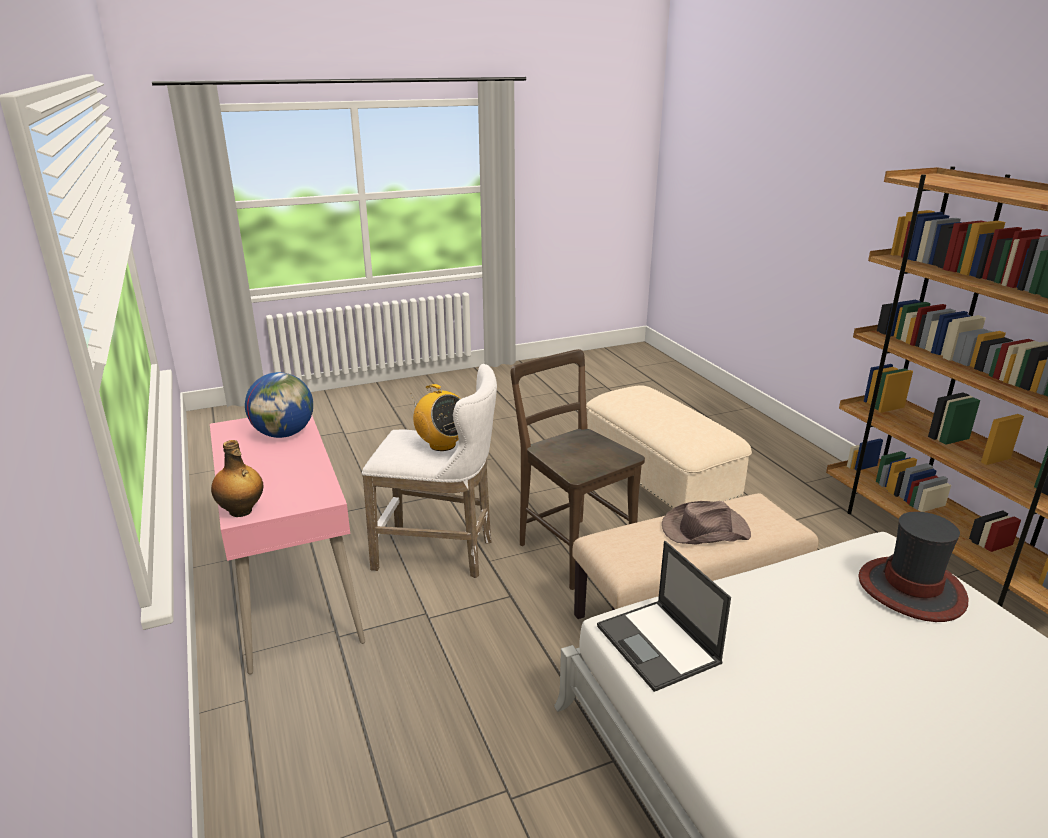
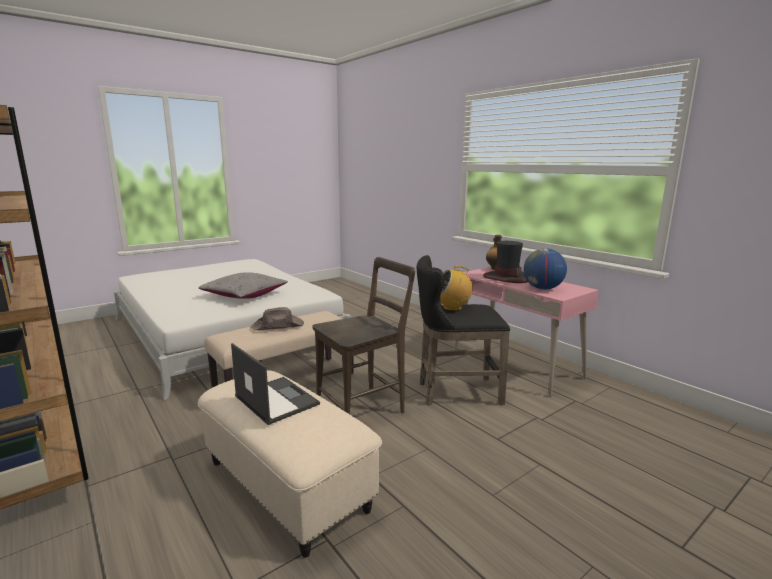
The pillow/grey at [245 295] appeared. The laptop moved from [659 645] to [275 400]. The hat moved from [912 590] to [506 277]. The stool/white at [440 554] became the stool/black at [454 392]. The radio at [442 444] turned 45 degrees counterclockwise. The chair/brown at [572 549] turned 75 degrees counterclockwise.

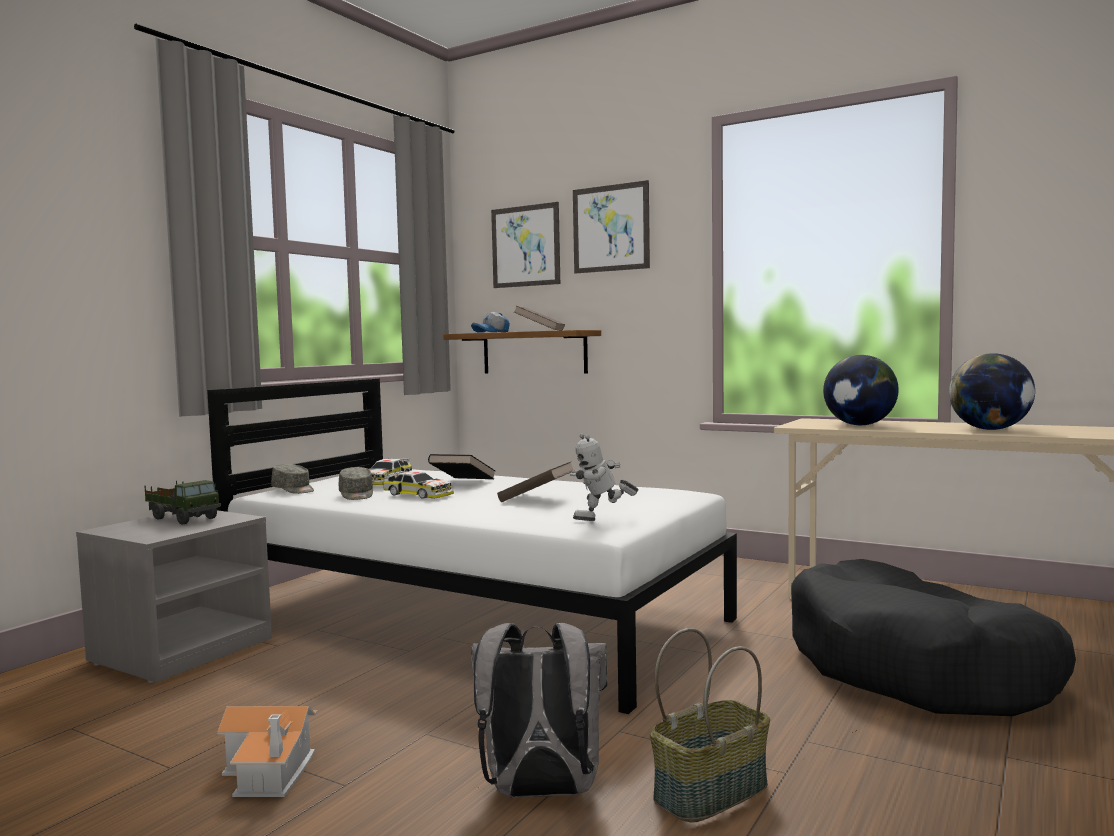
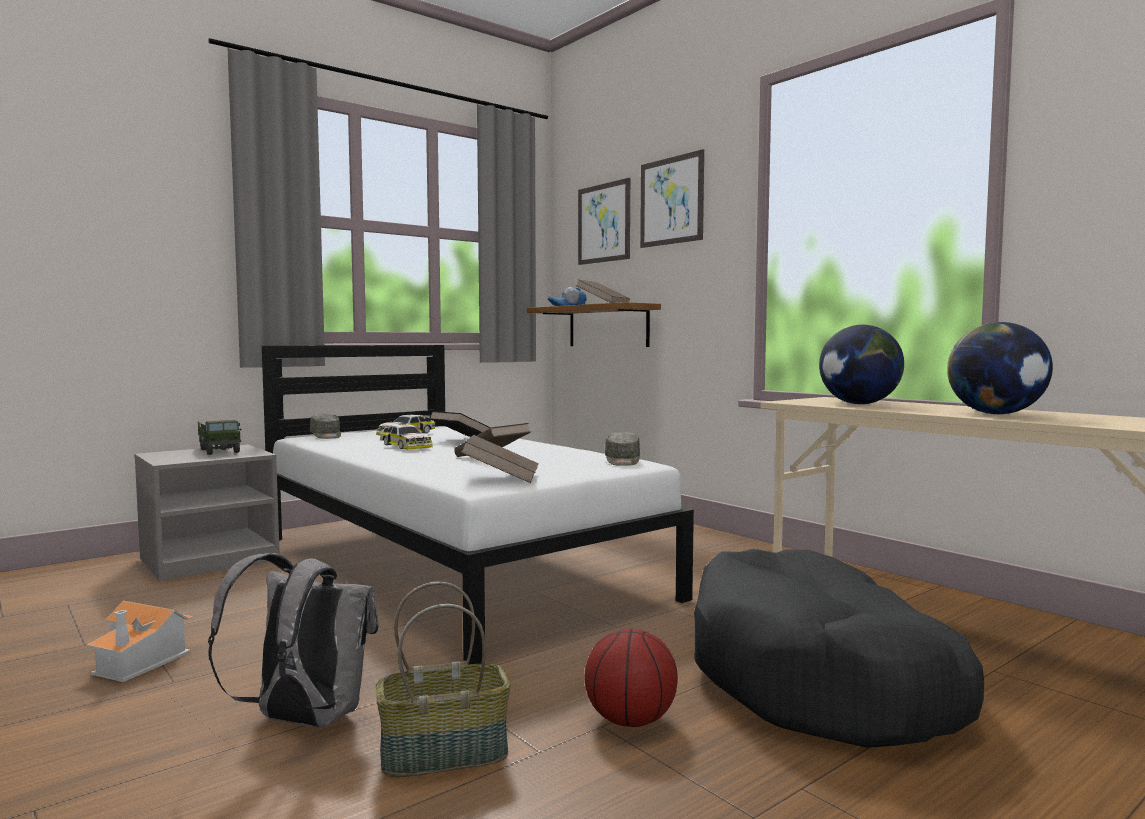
The basketball at [631 721] appeared. The cap/grey moved from [356 495] to [622 461]. The toy robot at [602 520] was replaced by the book/brown at [501 478].

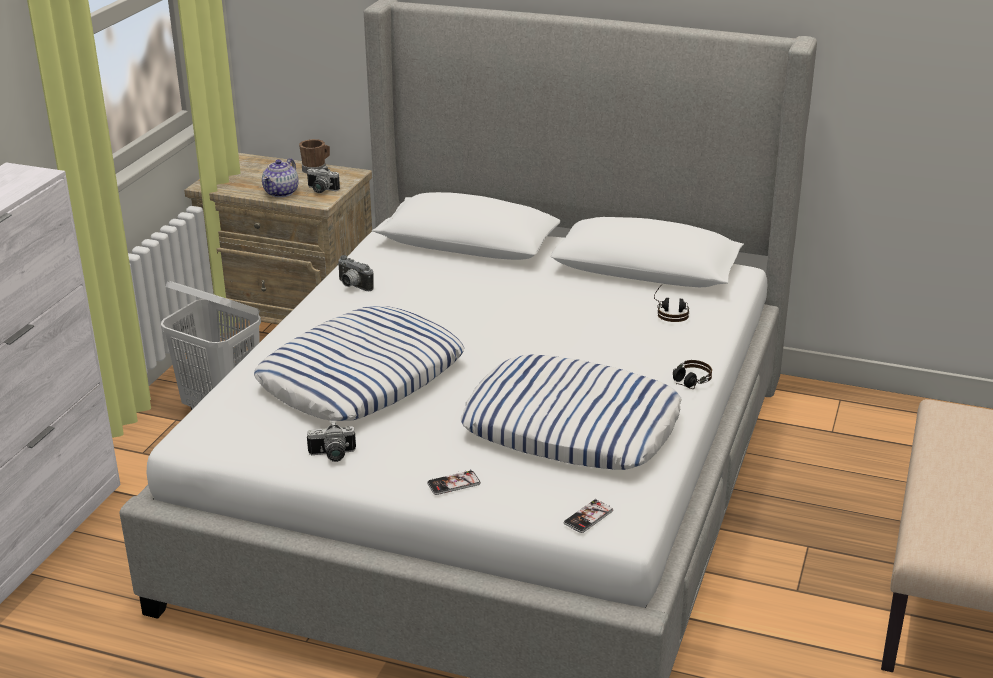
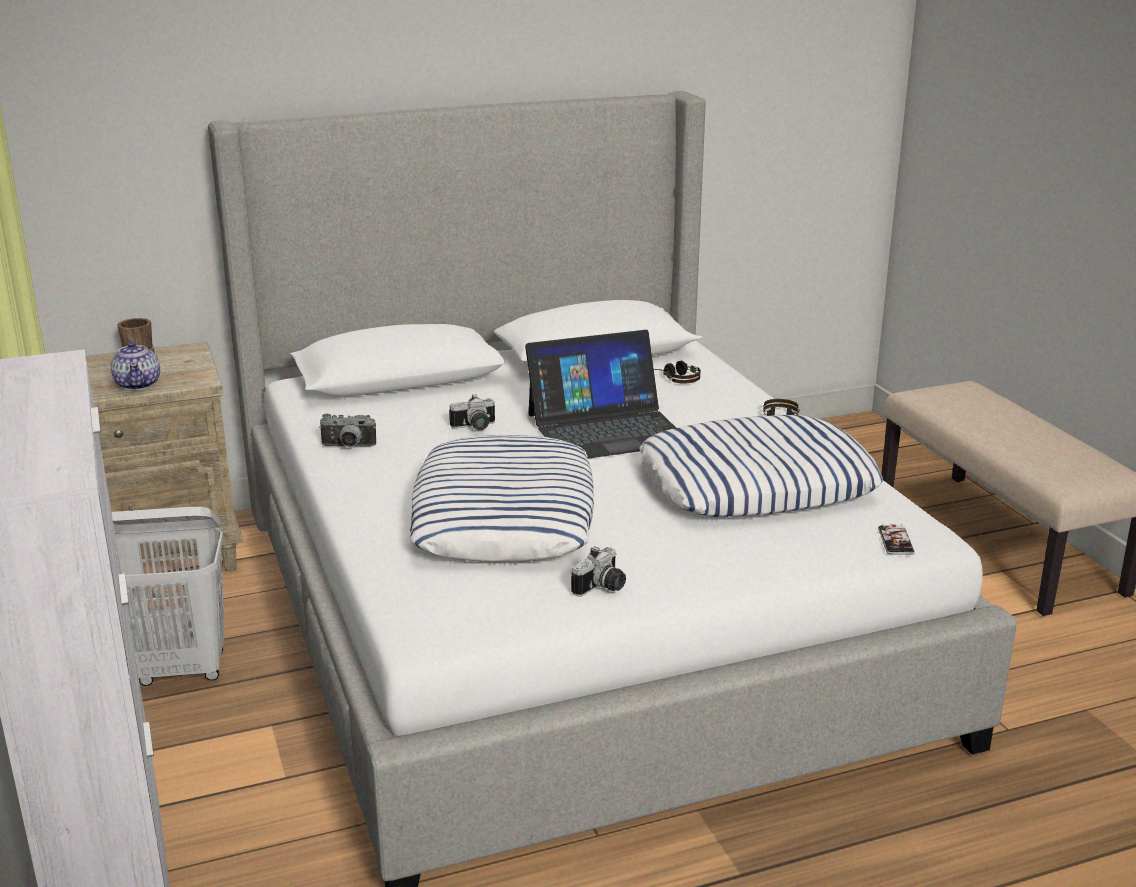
The phone at [453 483] disappeared. The laptop at [606 428] appeared. The photo camera moved from [320 190] to [475 427].

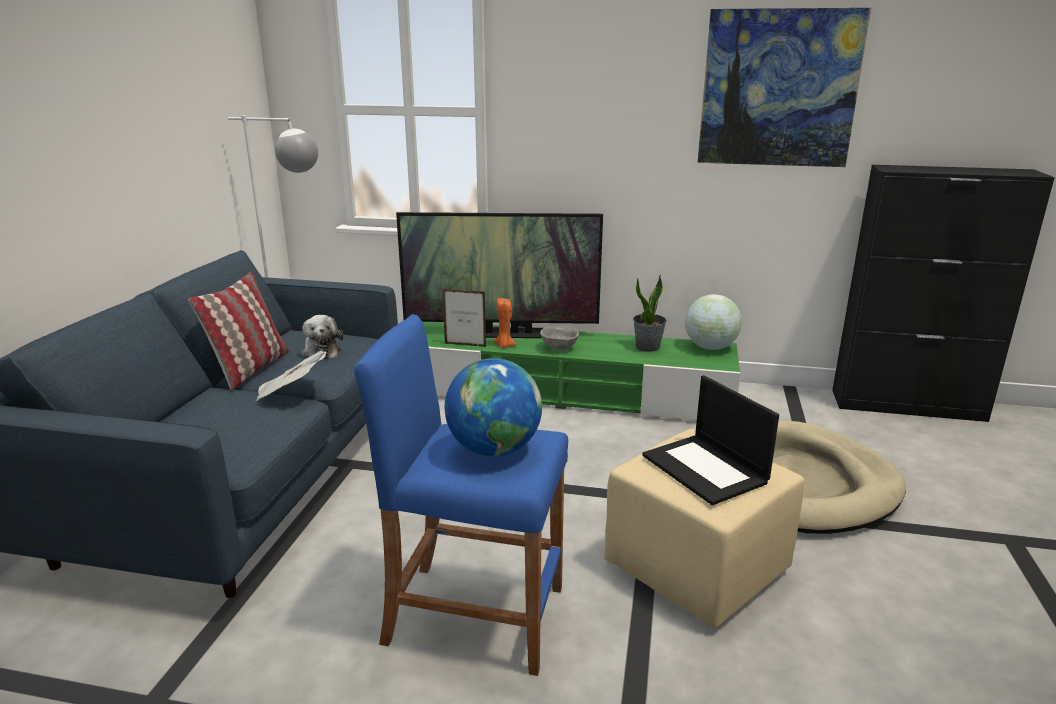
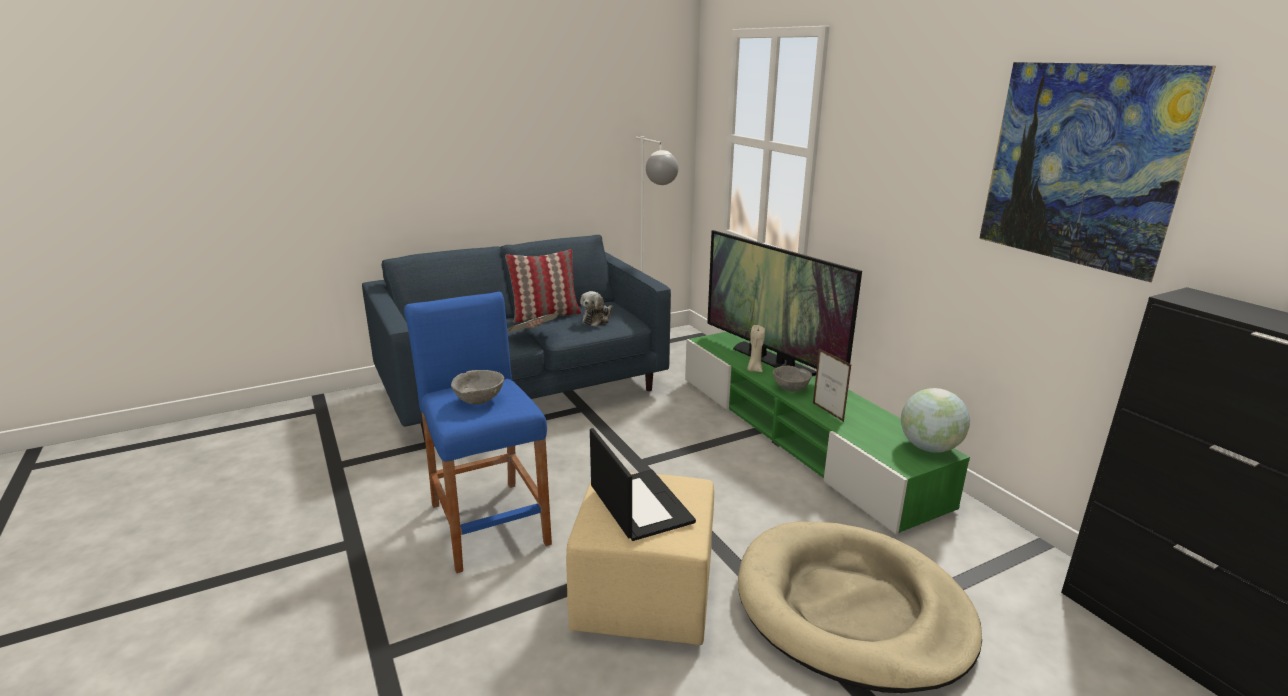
The potted plant at [648 347] disappeared. The picture frame moved from [465 345] to [828 412]. The globe at [494 449] was replaced by the bowl/grey at [480 400]. The candle/orange at [504 346] became the candle/beige at [754 370]. The laptop at [706 469] turned 135 degrees clockwise.

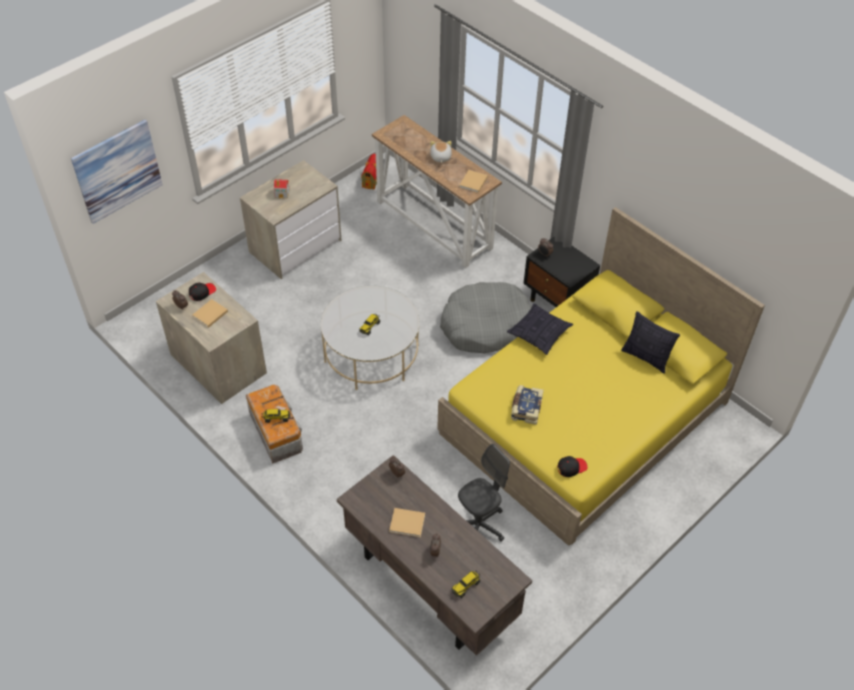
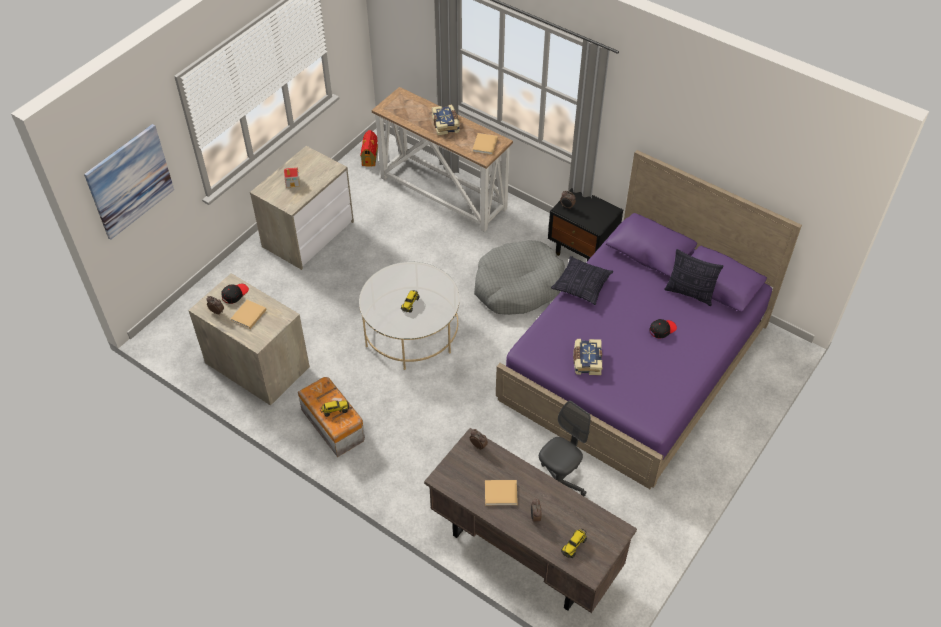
The cap/black moved from [571 467] to [662 329]. The plush toy at [440 157] was replaced by the book at [446 124]. The bed/yellow at [585 417] became the bed/purple at [635 361].

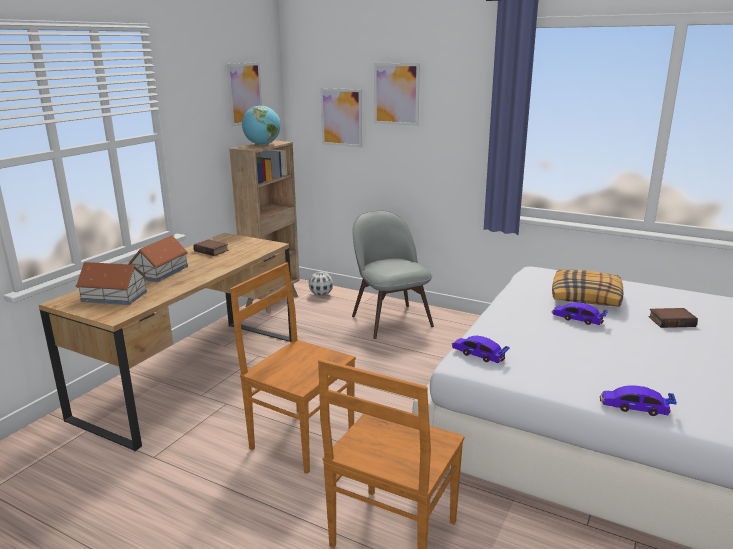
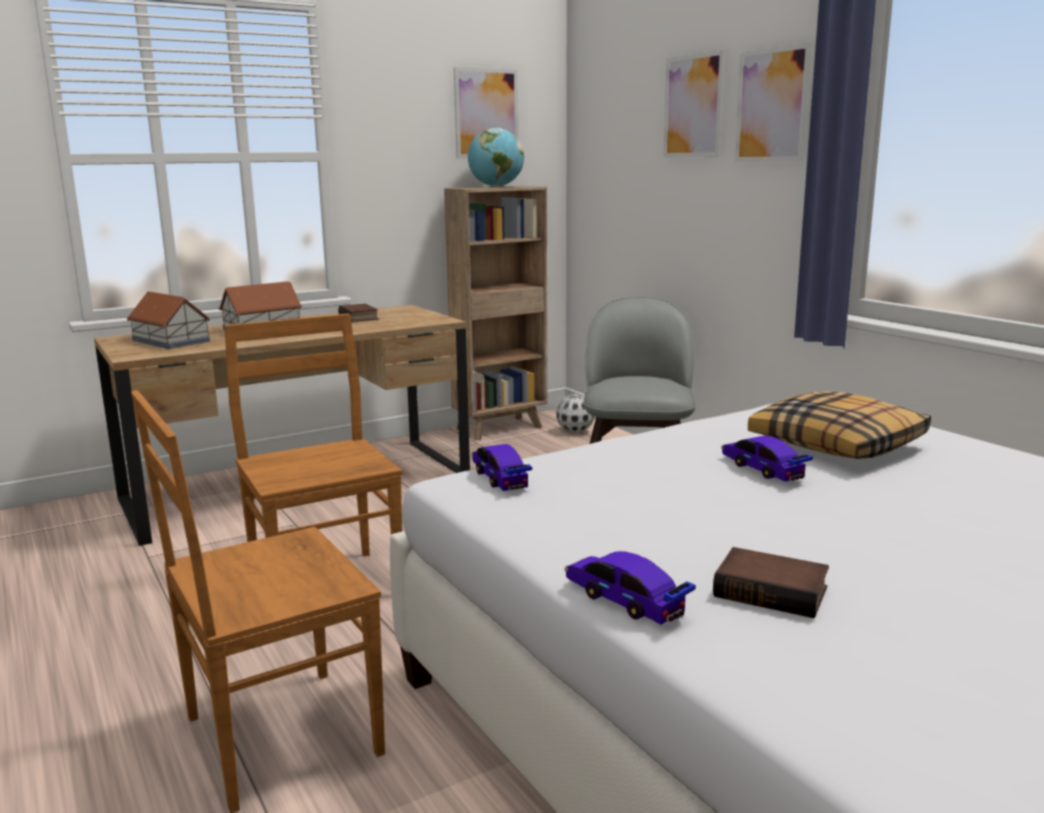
The picture moved from [341 117] to [772 105]. The book moved from [671 321] to [773 591].

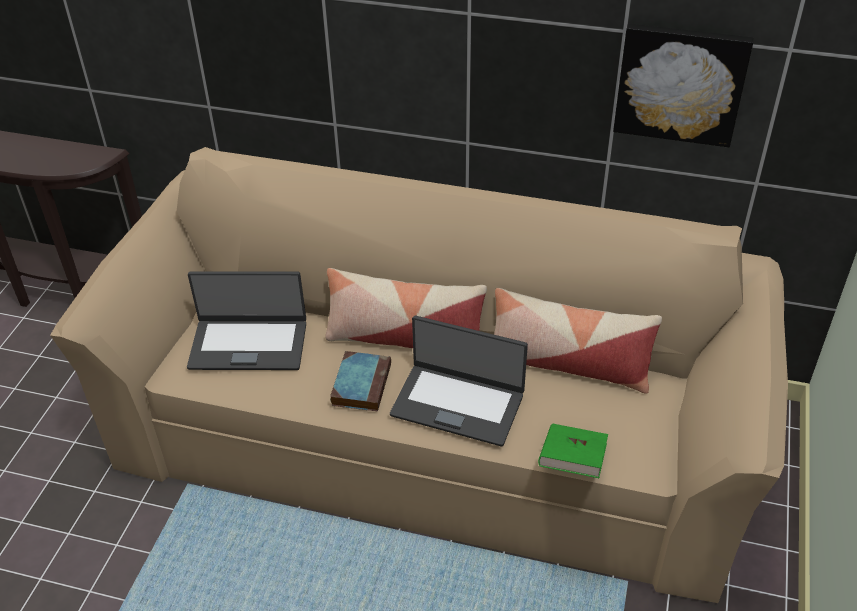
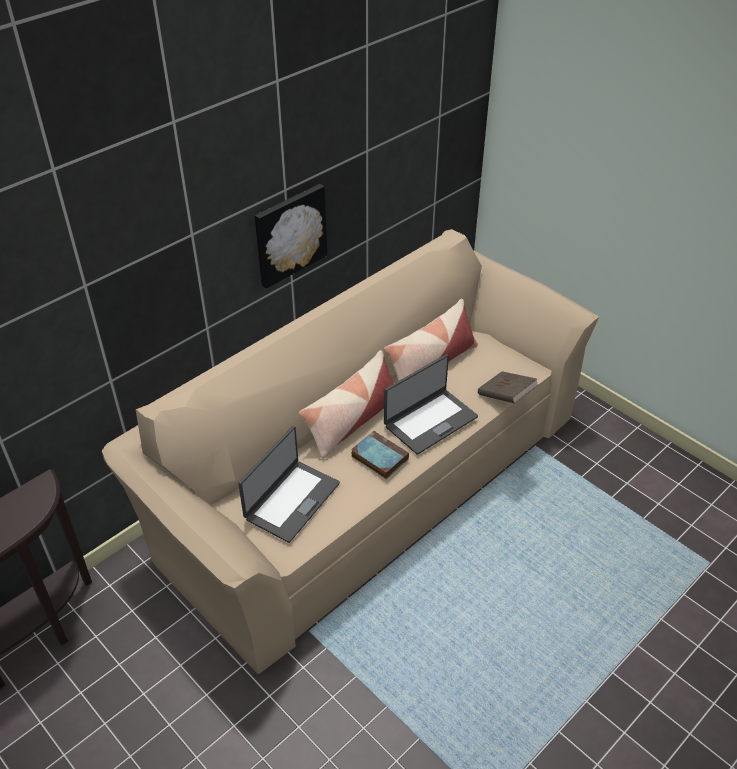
The picture moved from [680 83] to [289 234]. The book/green at [572 462] became the book/brown at [506 396].

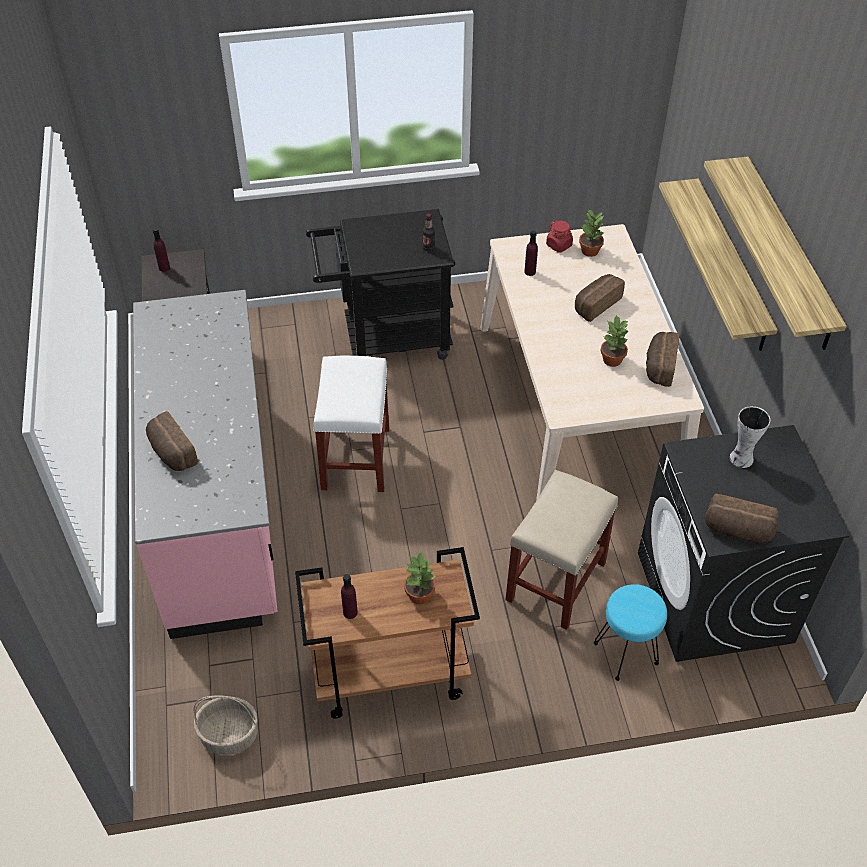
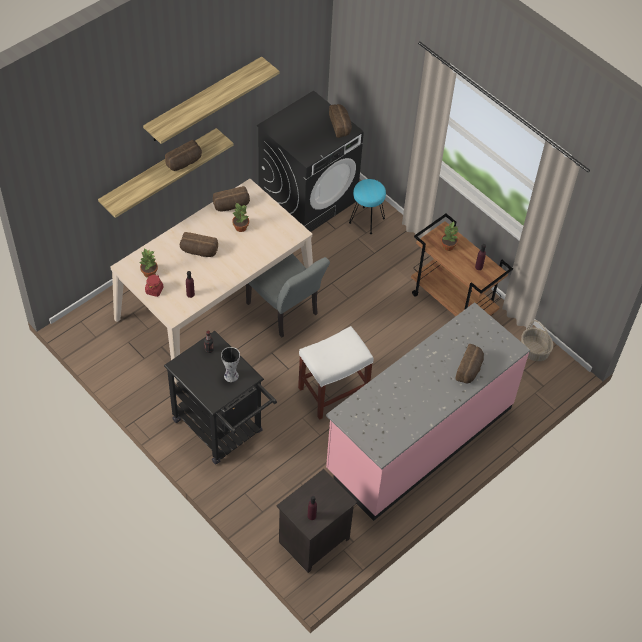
The stool/beige at [555 583] disappeared. The bread at [185 163] appeared. The chair/grey at [285 312] appeared. The vase moved from [740 458] to [231 376].

